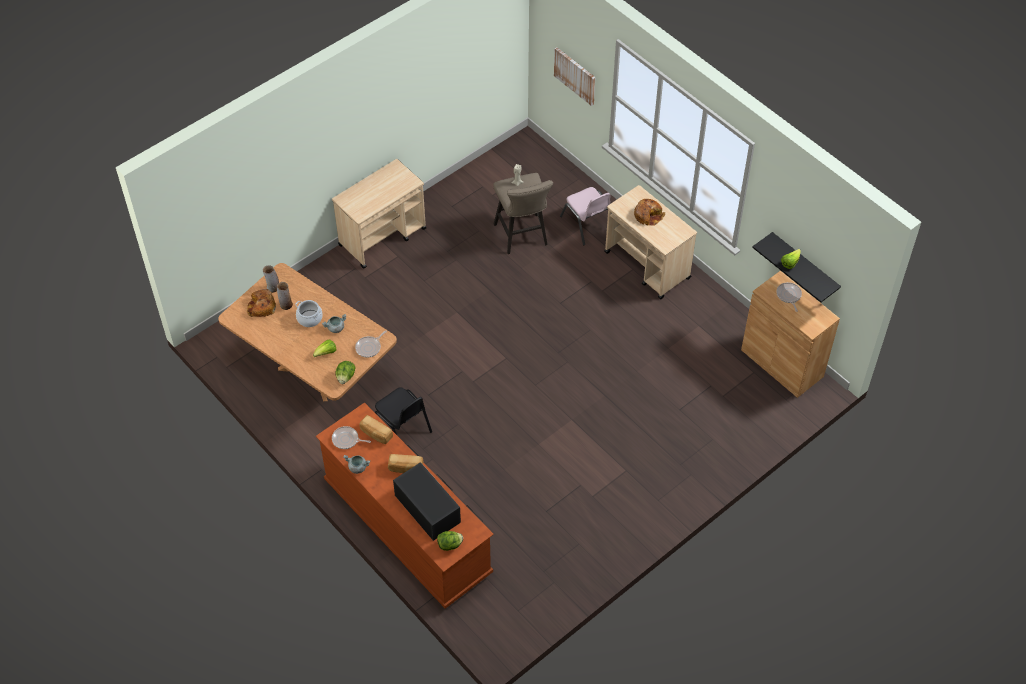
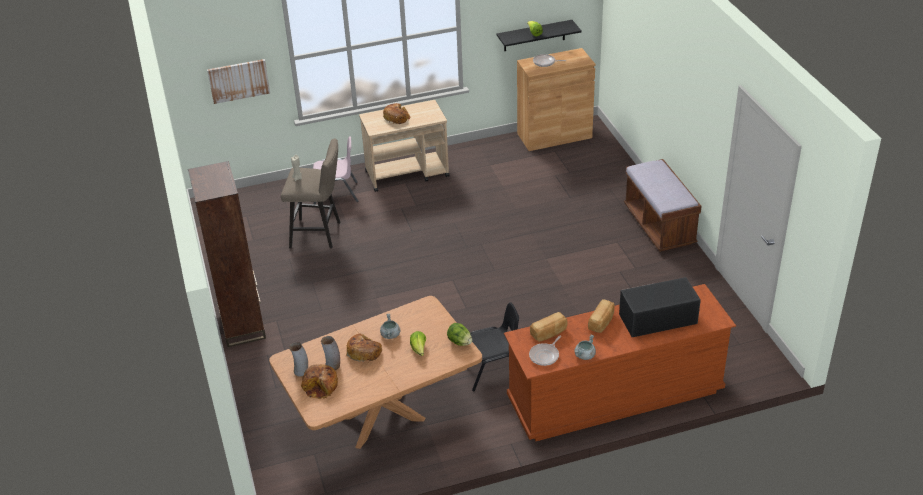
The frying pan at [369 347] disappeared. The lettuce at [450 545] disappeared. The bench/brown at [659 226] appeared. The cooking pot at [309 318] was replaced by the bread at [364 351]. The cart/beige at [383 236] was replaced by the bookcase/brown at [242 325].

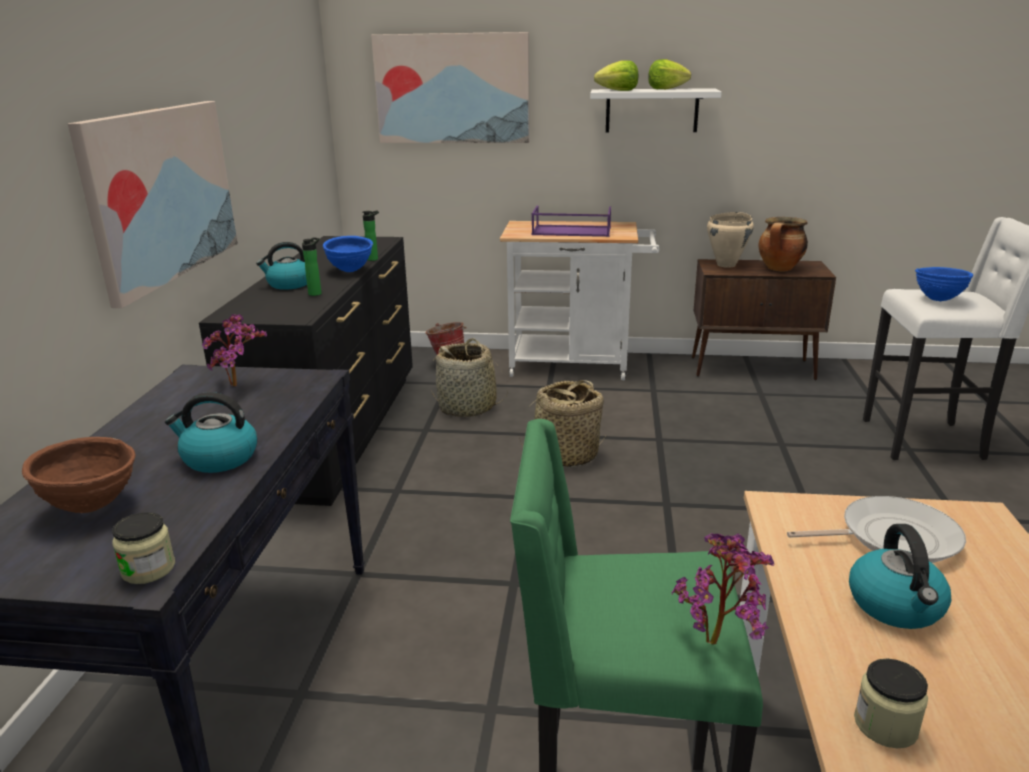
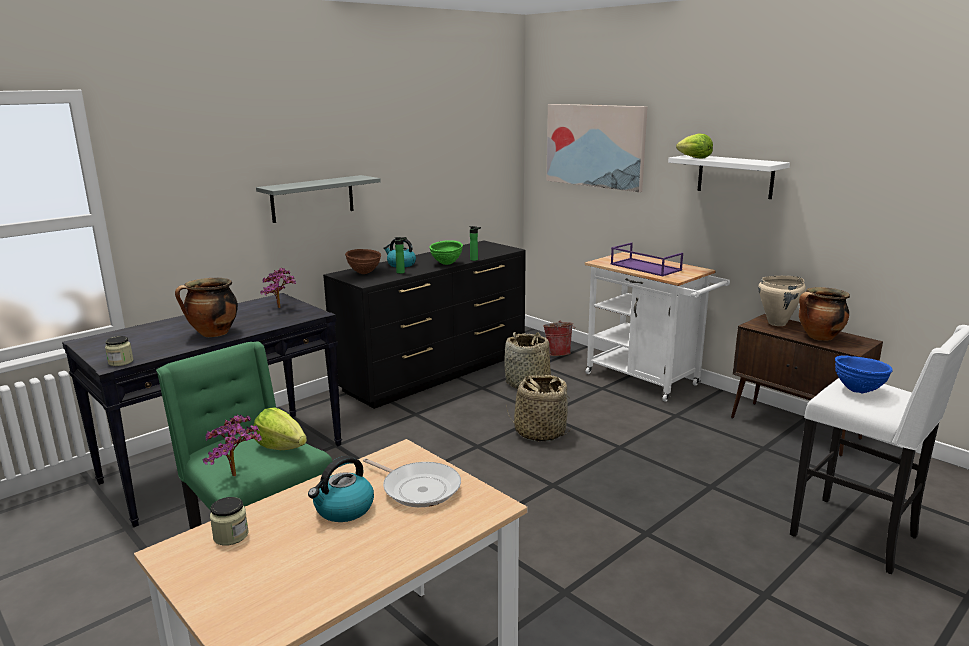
The bowl/brown moved from [92 507] to [364 273]. The lettuce moved from [666 89] to [281 447]. The picture at [161 194] was replaced by the shelf/grey at [312 198]. The kettle at [218 458] was replaced by the cooking pot at [213 334]. The bowl/blue at [350 271] became the bowl/green at [446 264].

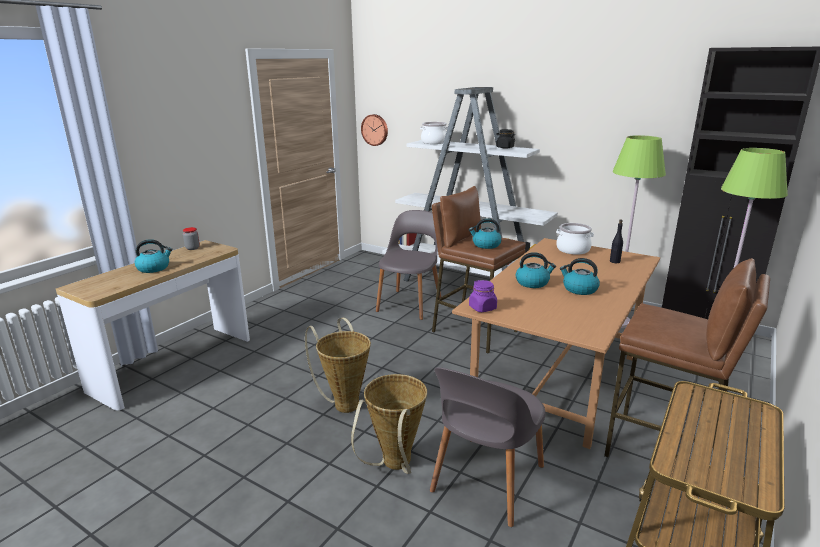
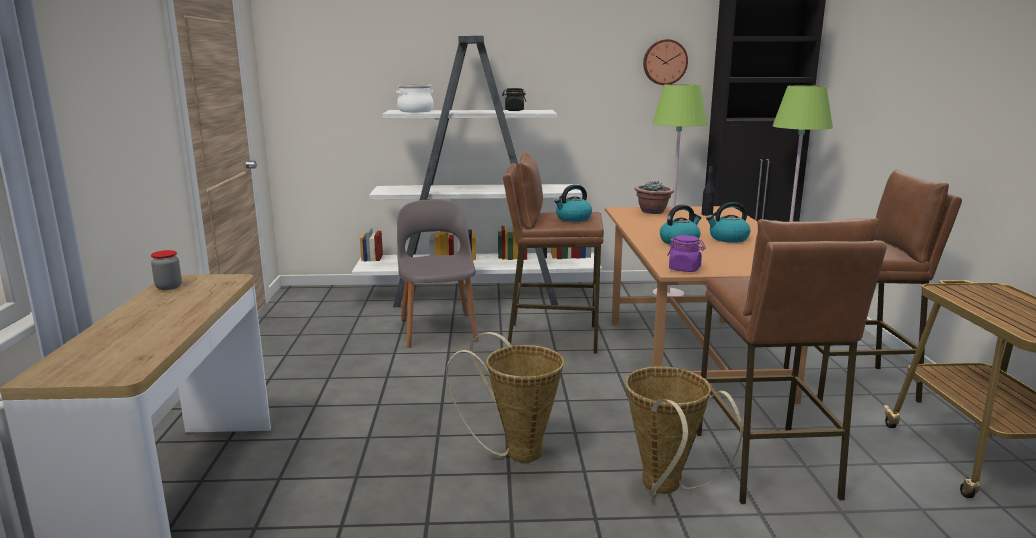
The kettle at [154 268] disappeared. The wall clock moved from [375 130] to [664 62]. The chair/grey at [486 481] was replaced by the stool/brown at [765 464]. The cooking pot at [573 250] was replaced by the potted plant at [653 212].

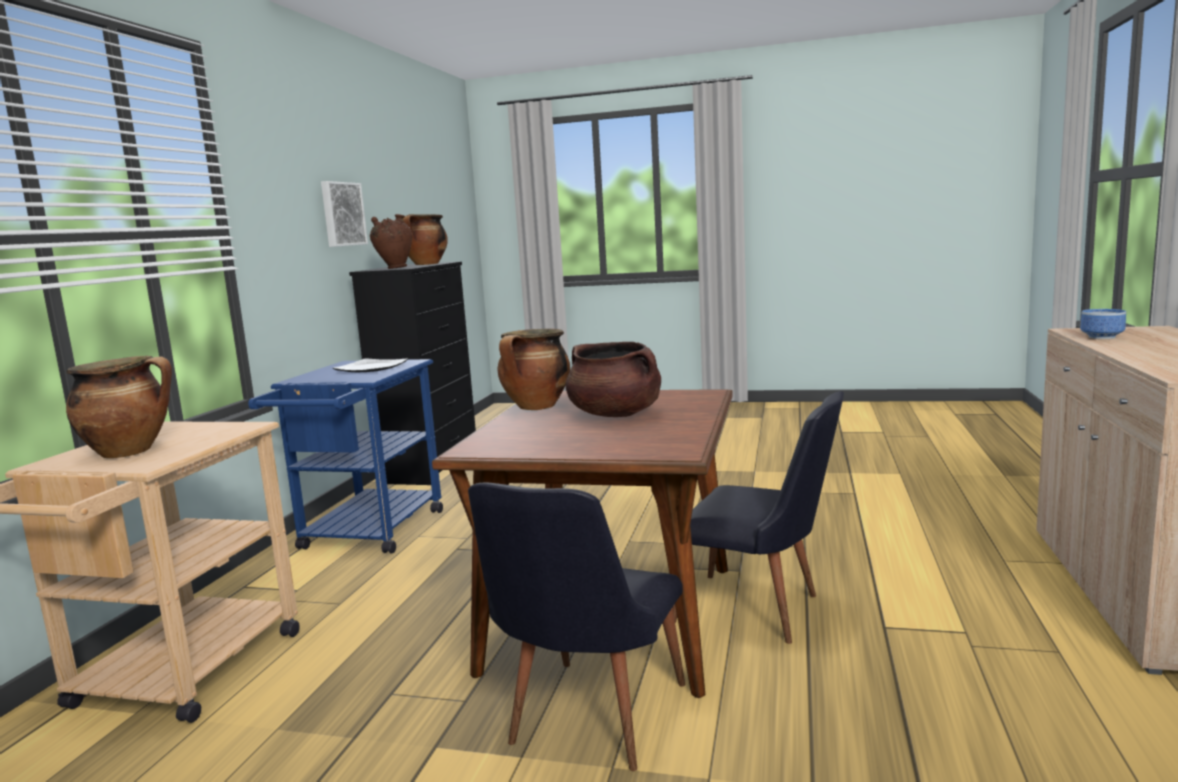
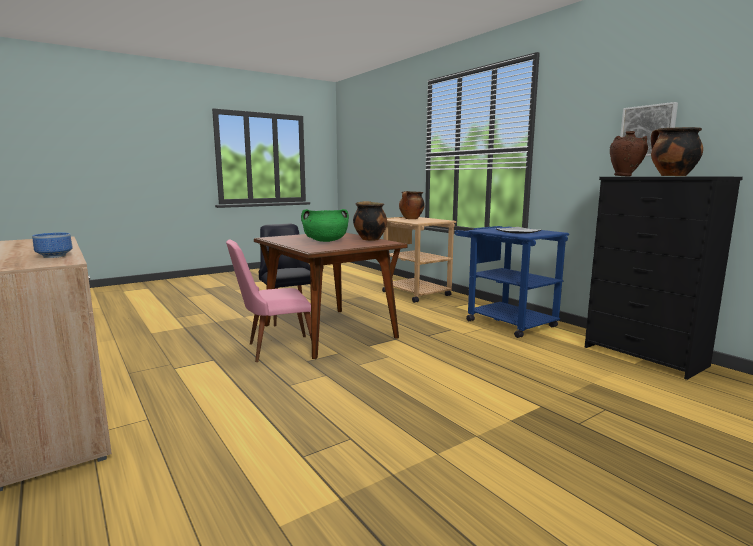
The cooking pot/brown at [616 414] became the cooking pot/green at [325 241]. The chair/black at [760 611] became the chair/pink at [274 349].

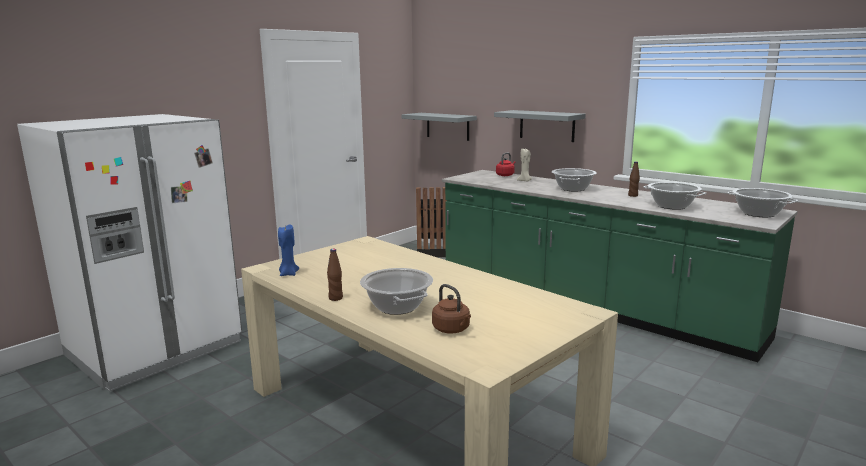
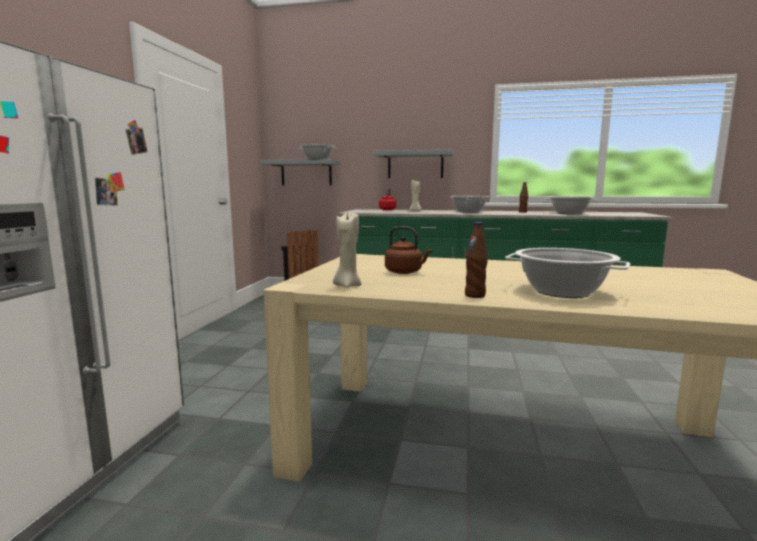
The kettle/brown moved from [452 329] to [405 272]. The cooking pot moved from [759 214] to [317 160]. The candle/blue at [288 274] became the candle/beige at [347 285].

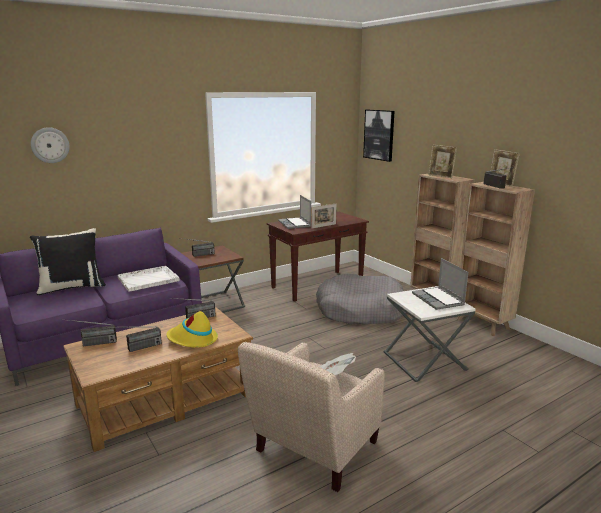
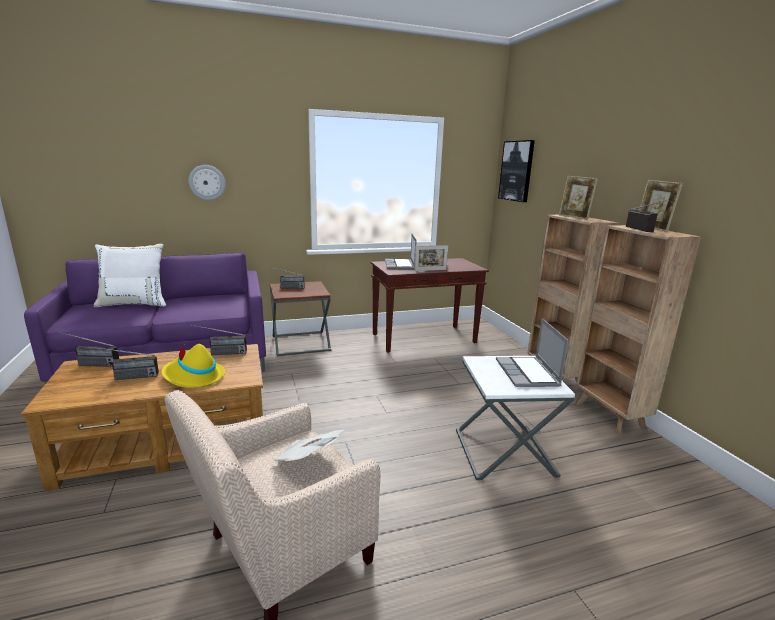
The tray/white at [149 279] disappeared. The dog bed/grey at [360 310] disappeared. The wall clock moved from [50 145] to [207 182]. The pillow/black at [72 287] became the pillow/white at [134 303].

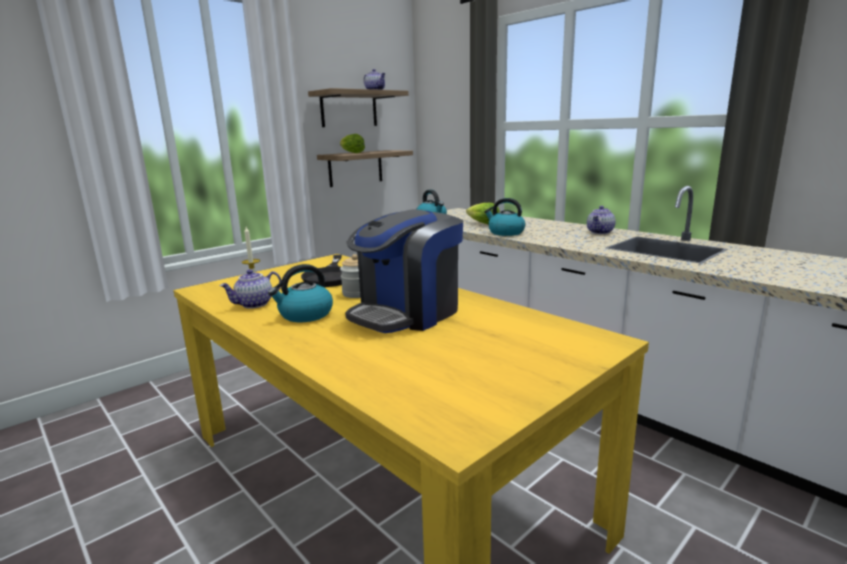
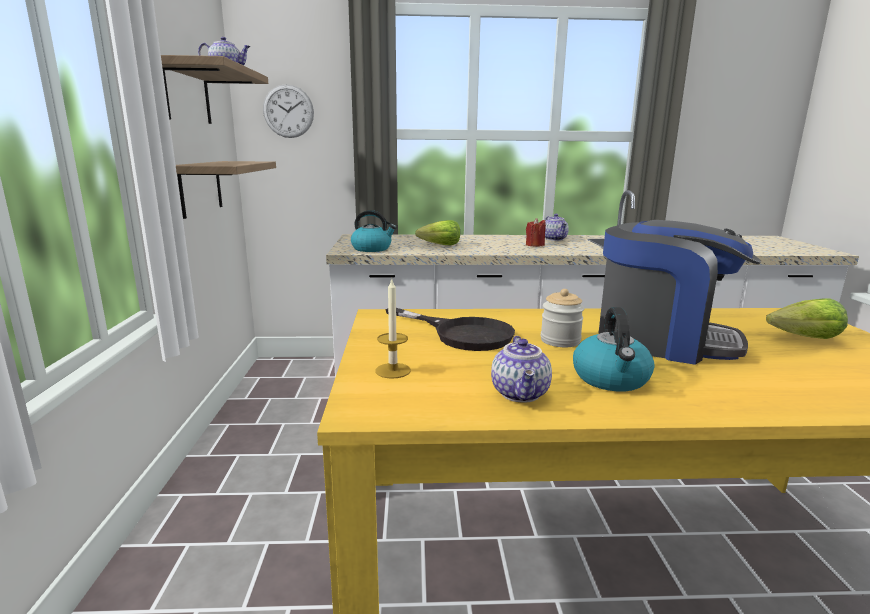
The kettle at [505 232] disappeared. The wall clock at [288 111] appeared. The candle/red at [534 245] appeared. The lettuce moved from [351 153] to [805 338]. The coffee machine at [407 313] turned 60 degrees counterclockwise.

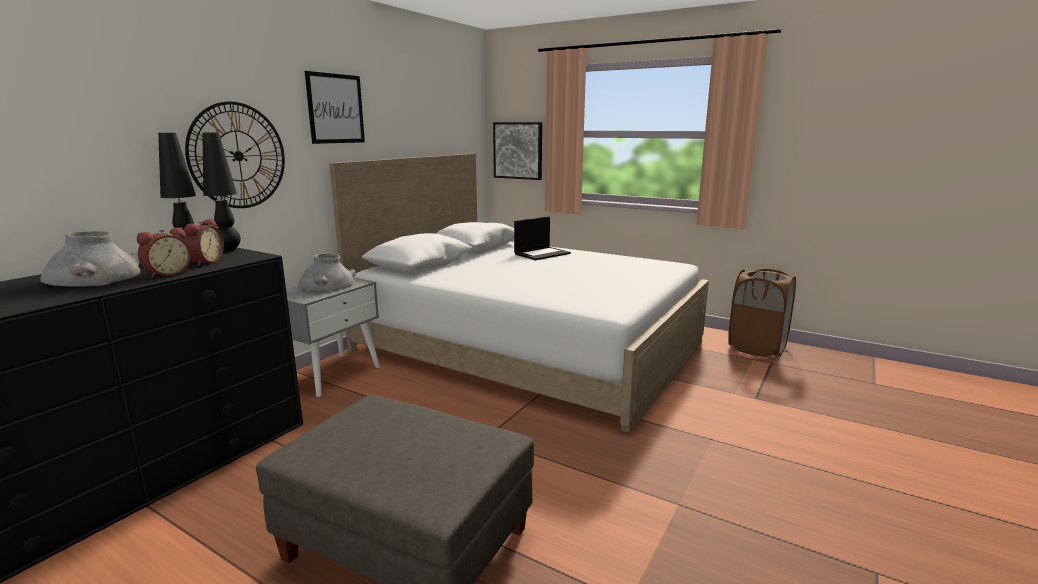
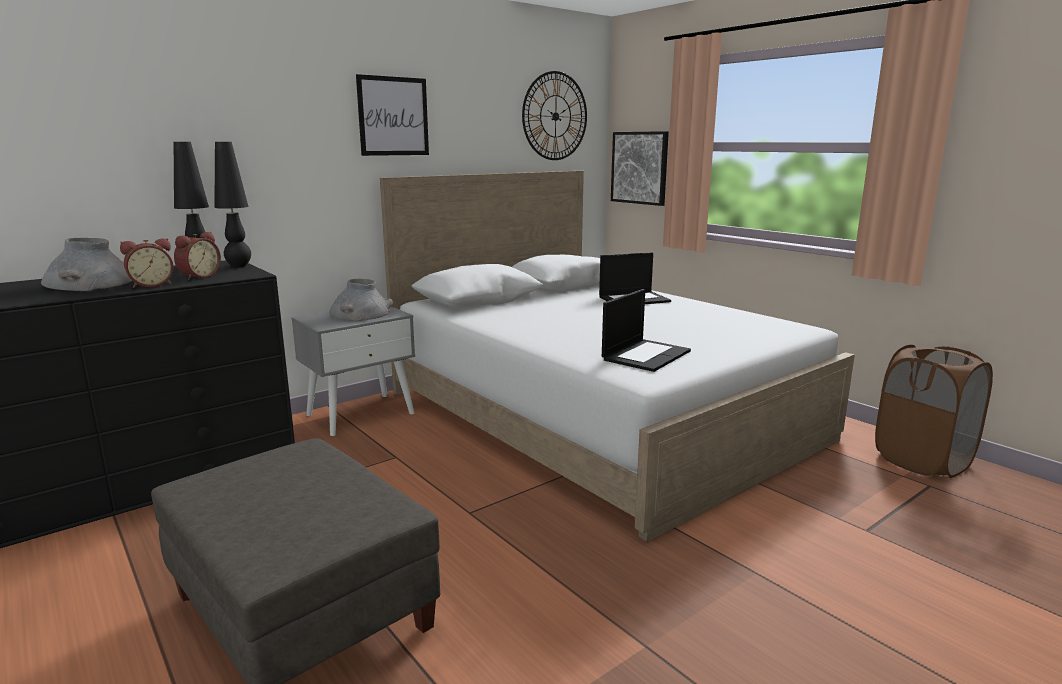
The laptop at [646 355] appeared. The wall clock moved from [238 156] to [555 116].

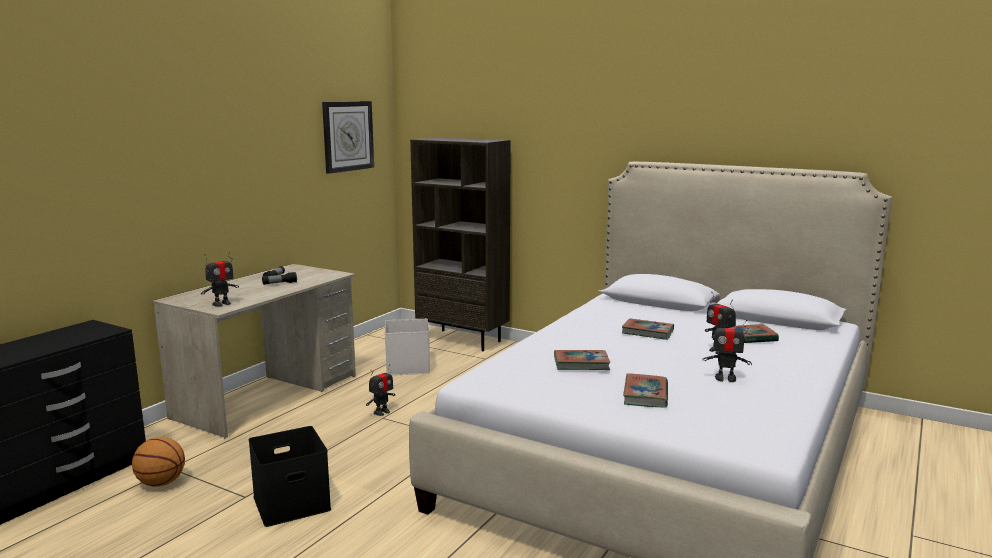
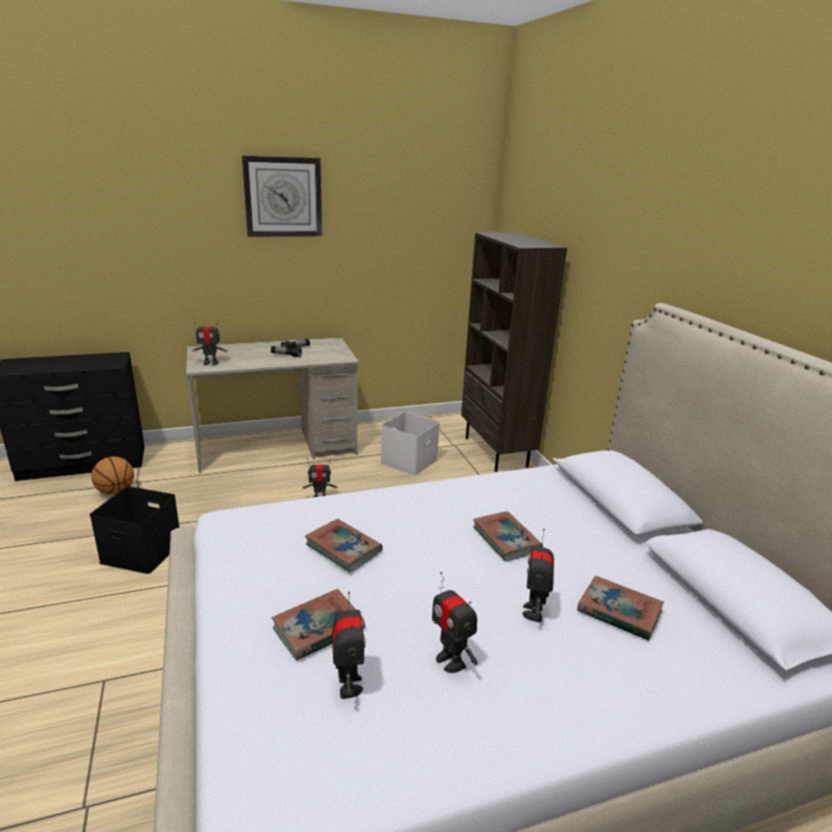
The toy robot at [348 685] appeared. The wall clock moved from [347 136] to [283 197].

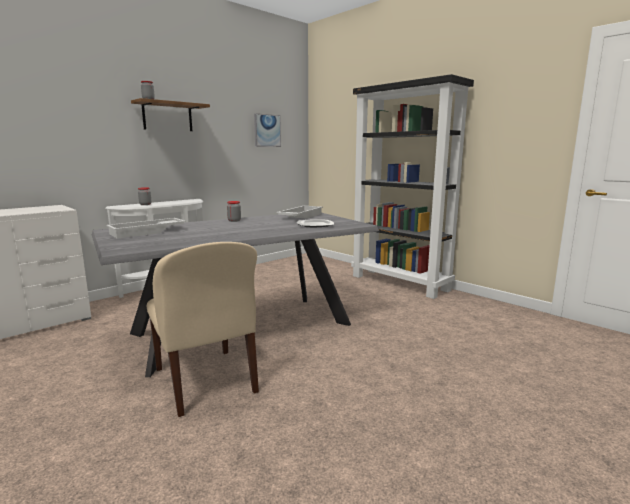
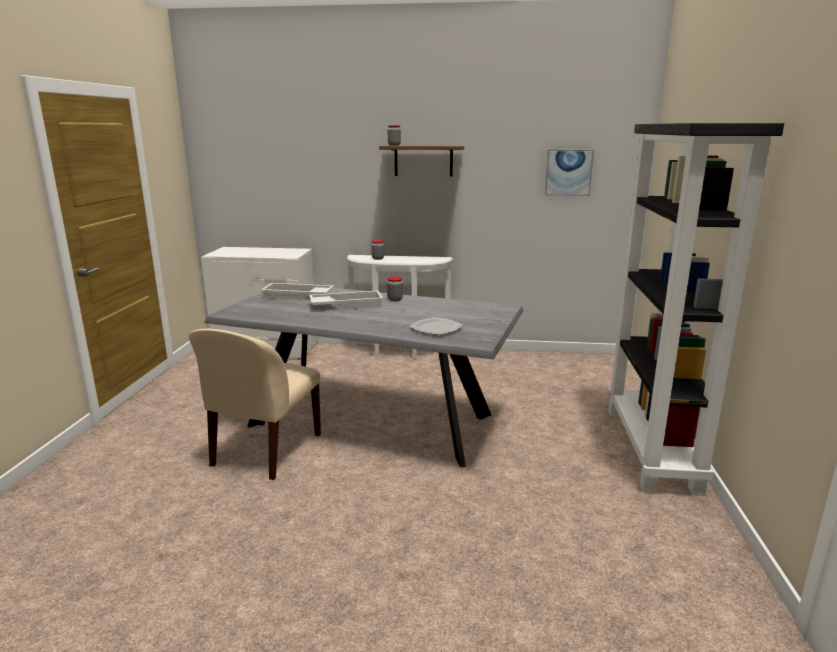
The tray/white moved from [300 216] to [346 305].

